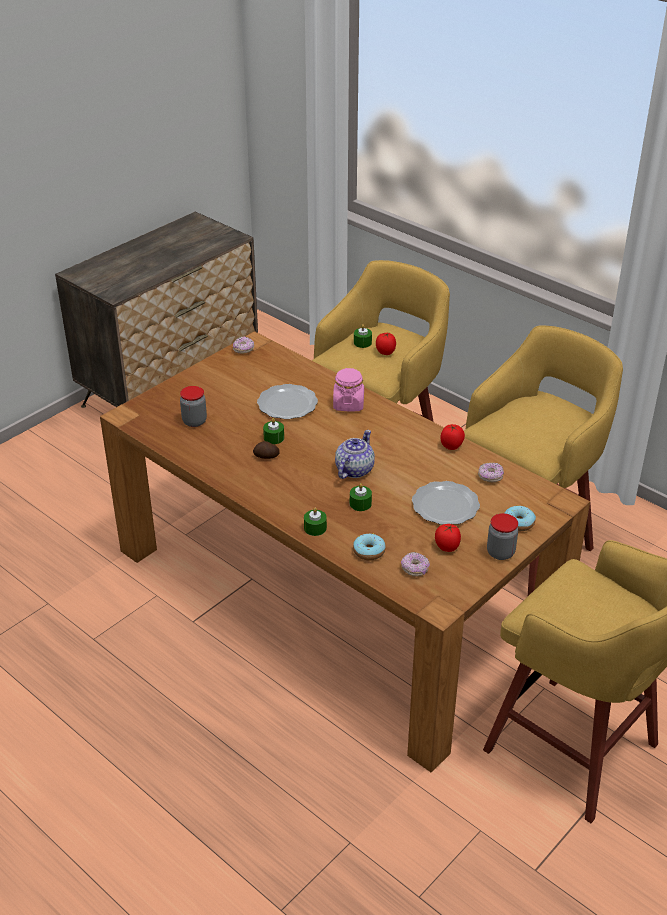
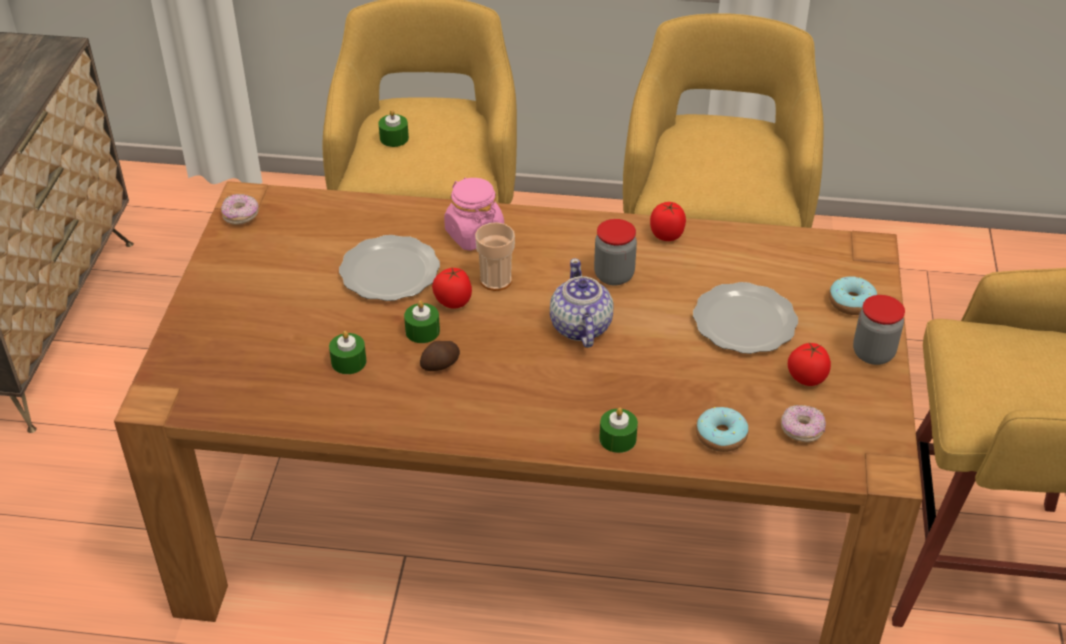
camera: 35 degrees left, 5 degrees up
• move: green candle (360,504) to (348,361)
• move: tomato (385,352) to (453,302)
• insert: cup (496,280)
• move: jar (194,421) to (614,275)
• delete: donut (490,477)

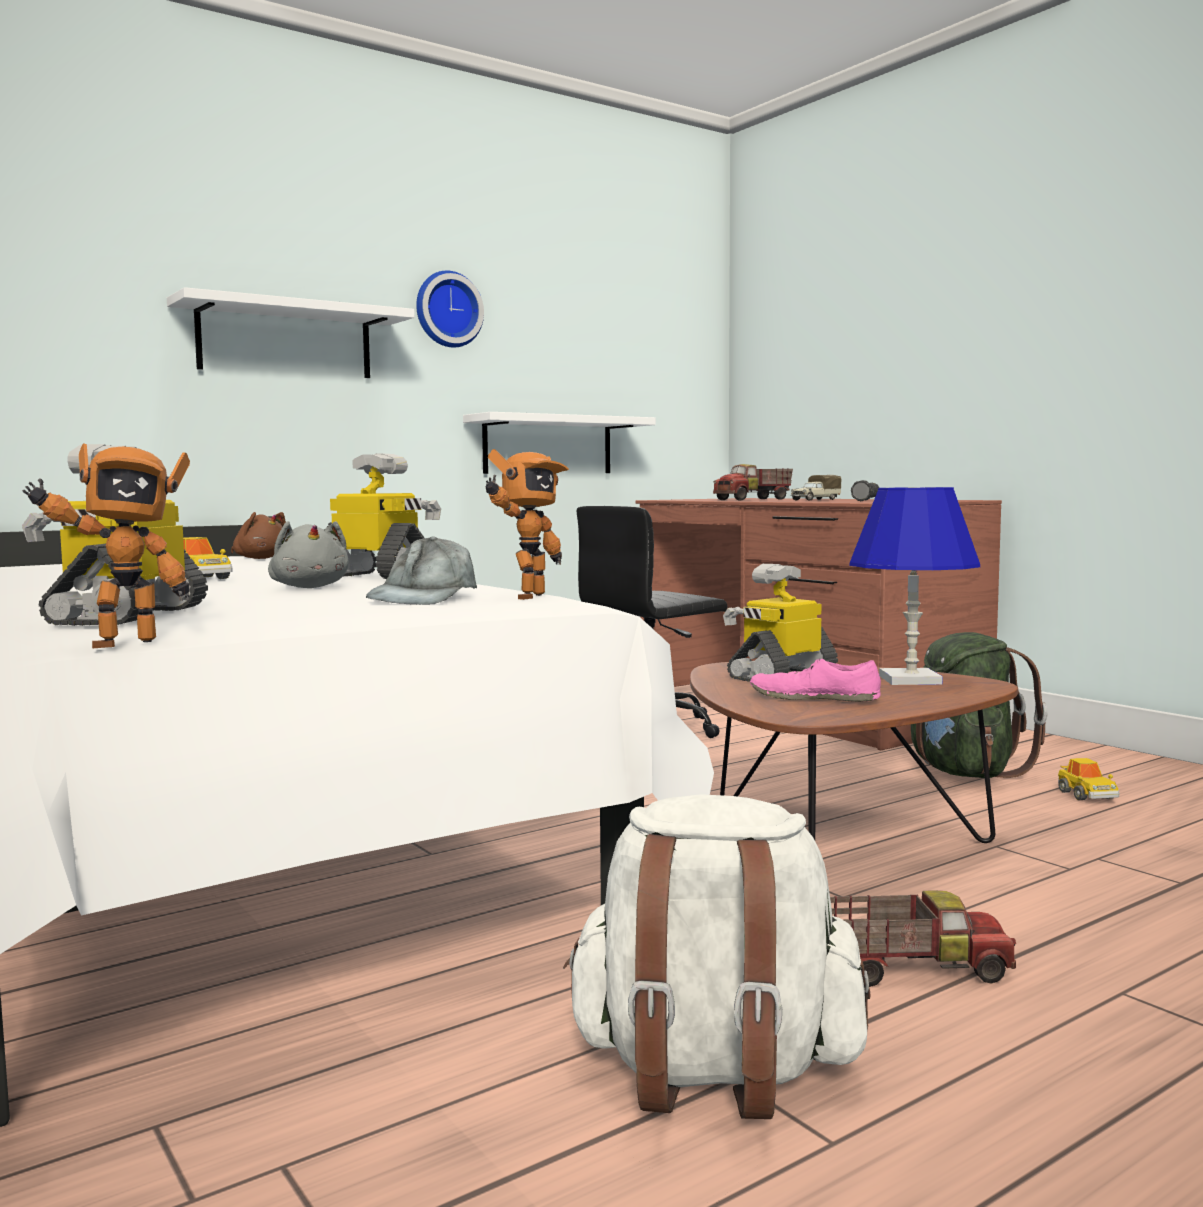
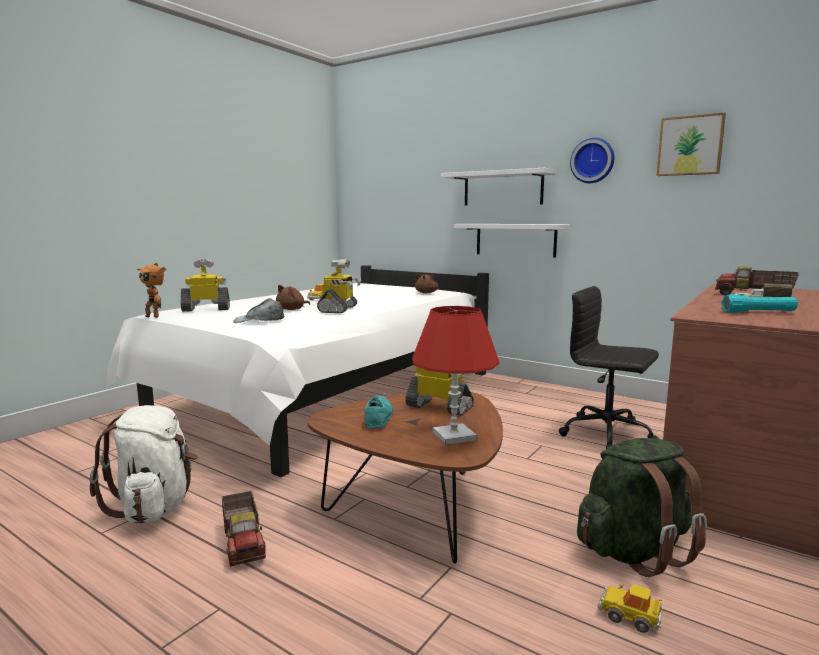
camera: 70 degrees right, 5 degrees up
• recolor: grey plush toy (310,587) to brown plush toy (292,309)
• recolor: pink shoe (814,698) to turquoise shoe (377,417)
• recolor: blue table lamp (910,680) to red table lamp (453,436)
• move: white shelf (548,445) to (515,239)
• rotate: toy car (1086,795) = (629,616) 60 degrees clockwise
• insert: picture (690,146)
• recolor: black flashlight (866,500) to turquoise flashlight (758,312)
• delete: toy robot (525,596)

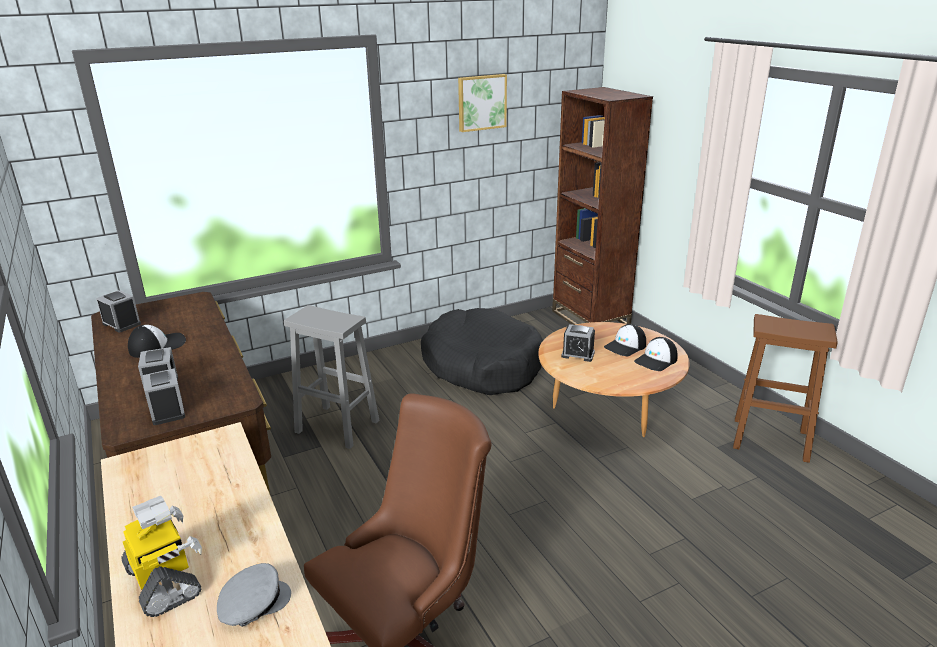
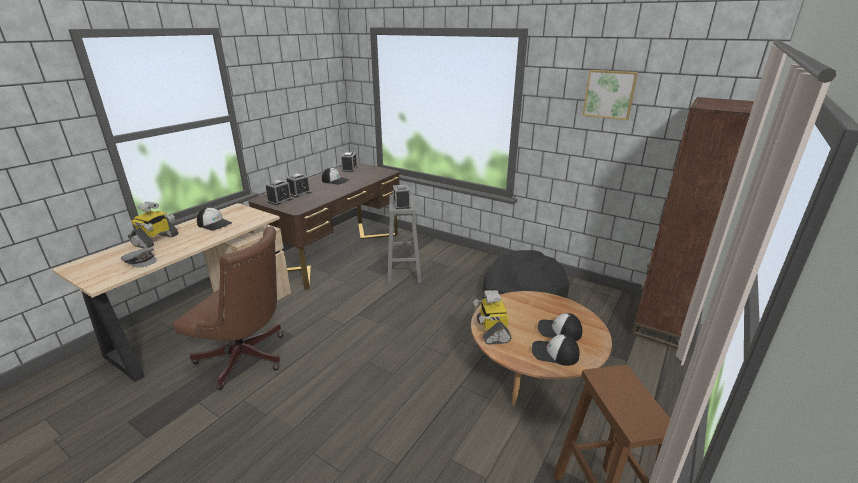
camera: 60 degrees right, 0 degrees up
• insert: cap (214,224)
• move: alarm clock (578,354) to (401,205)
• insert: toy robot (491,331)

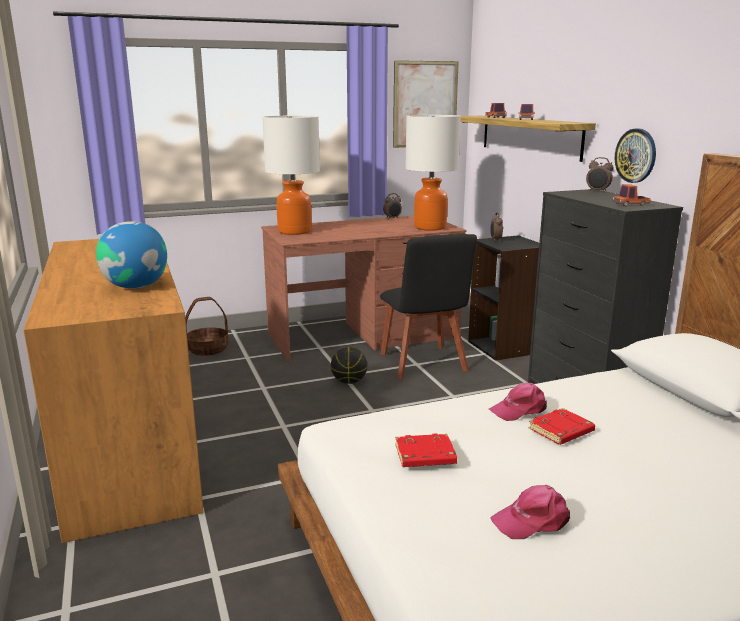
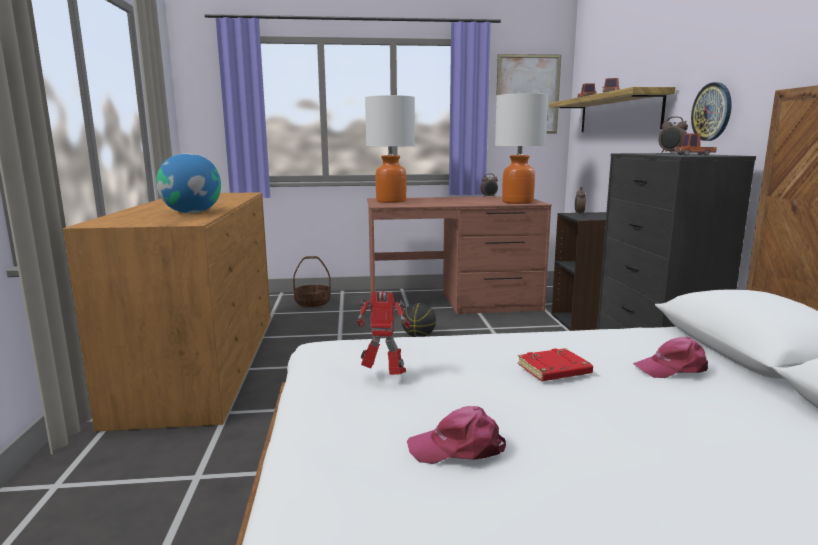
camera: 15 degrees right, 5 degrees down
• replace: red book (424,456) to toy robot (384,374)
• move: pink cap (519,410) to (672,368)
• delete: black chair (424,364)

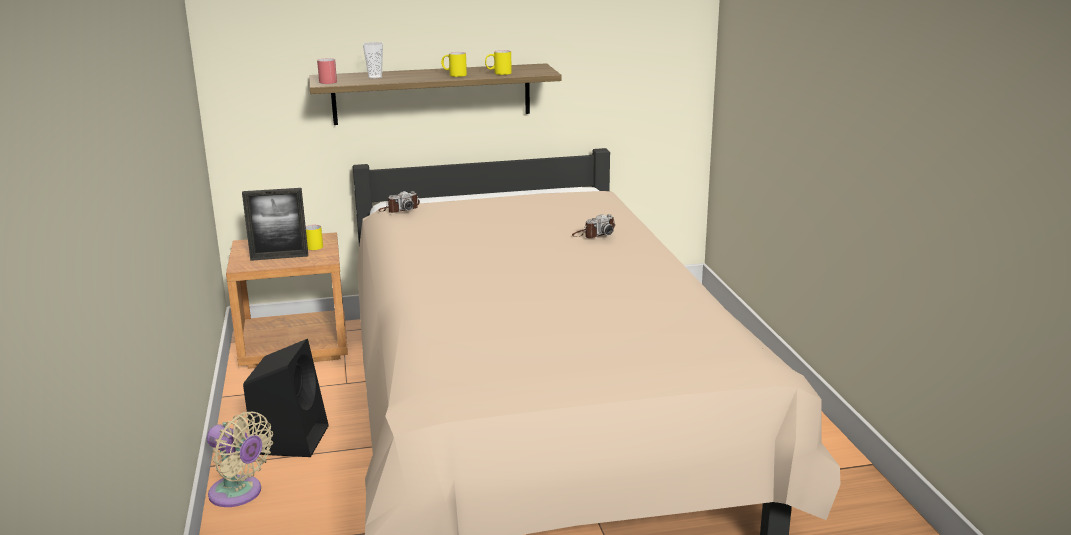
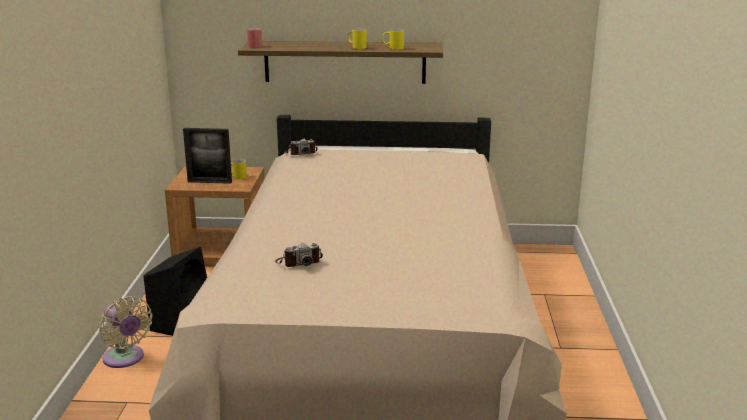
camera: 15 degrees right, 0 degrees up
• move: photo camera (594,234) to (299,262)
• delete: cup (375,77)

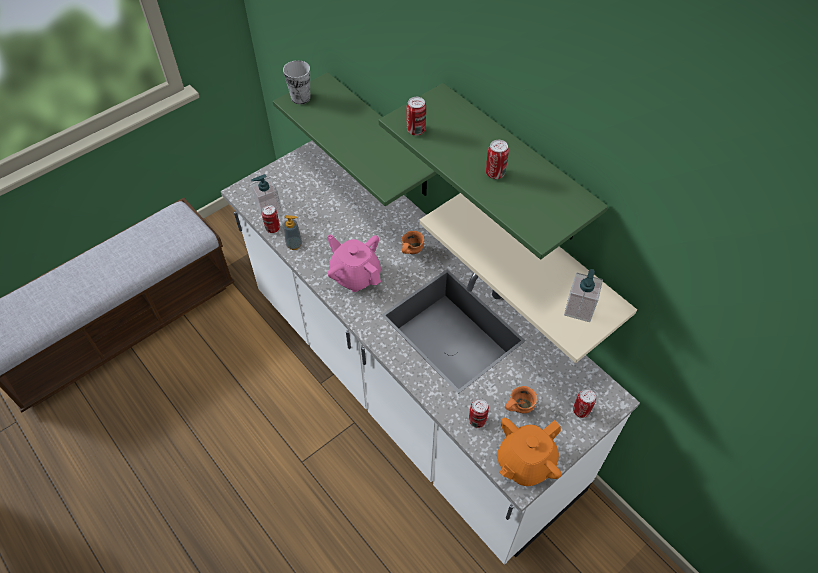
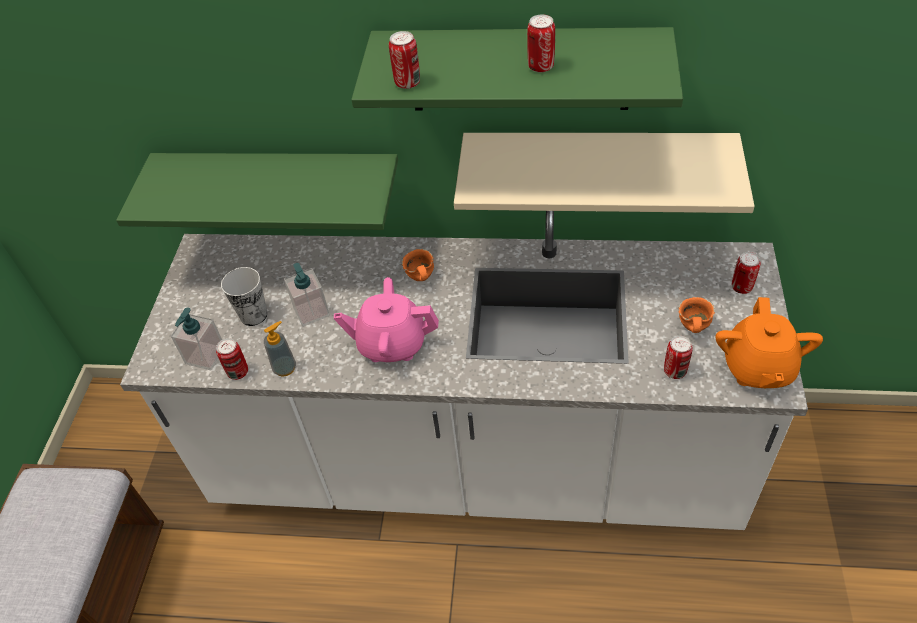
camera: 40 degrees left, 5 degrees down
• move: cup (300,98) to (253,315)
• move: soap dispenser (579,309) to (311,312)

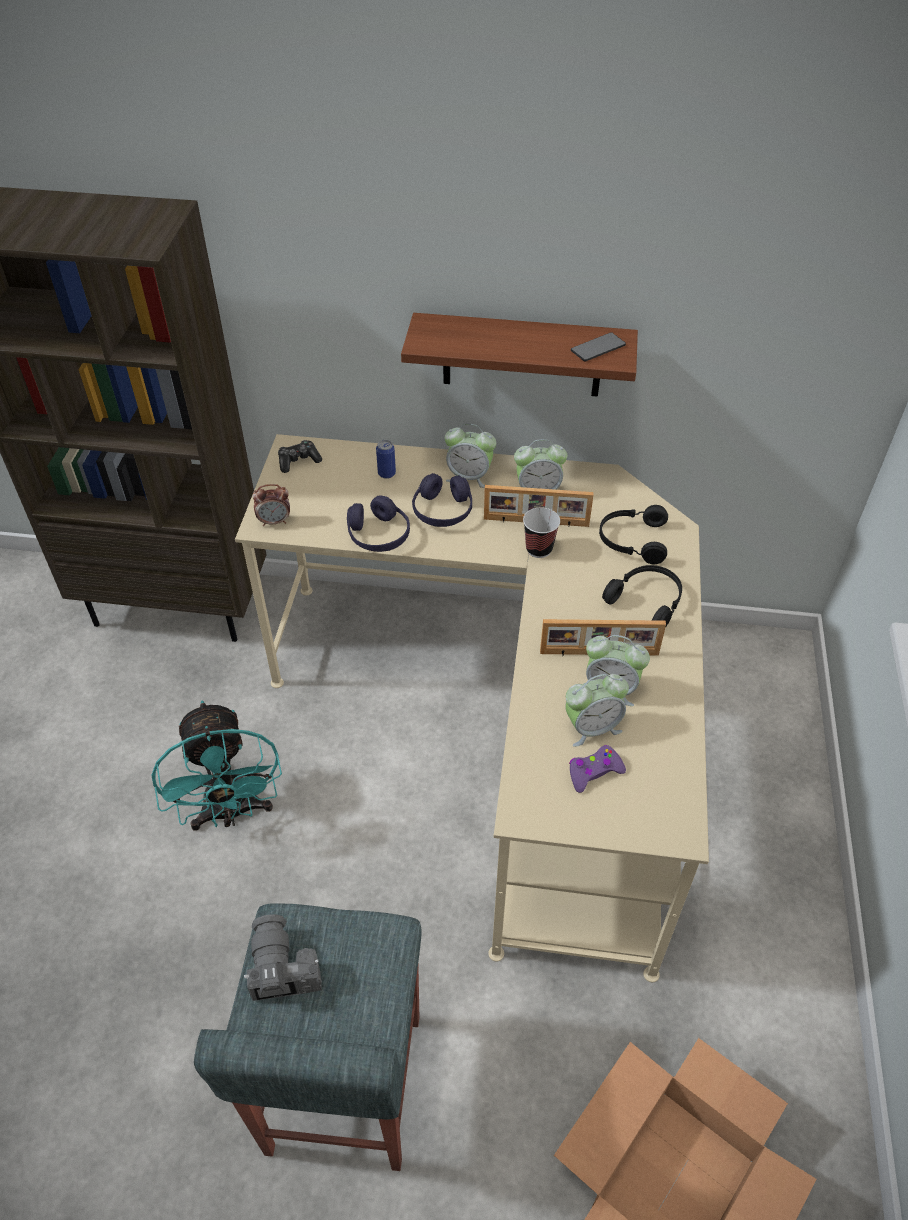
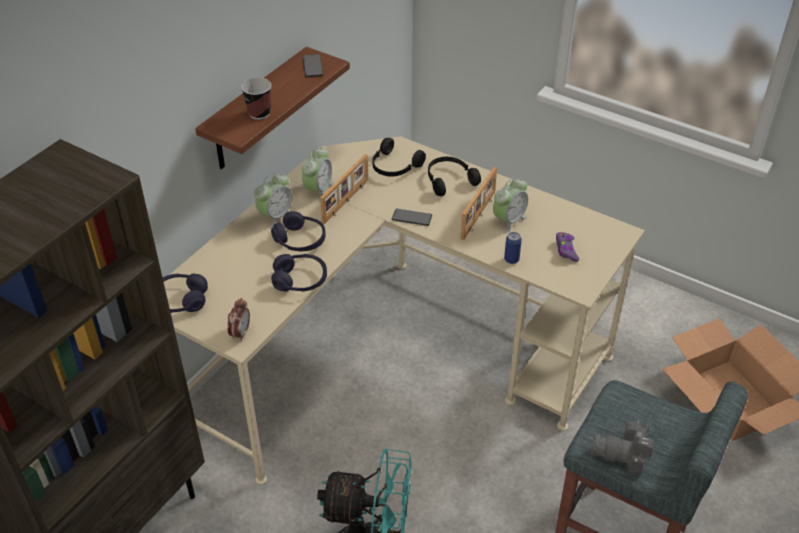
camera: 65 degrees left, 5 degrees down
• replace: game controller (298,461) to purple headphones (180,300)
• move: cup (539,549) to (259,113)
• insert: phone (412,218)
• move: can (386,473) to (511,259)
• delete: alarm clock (592,727)

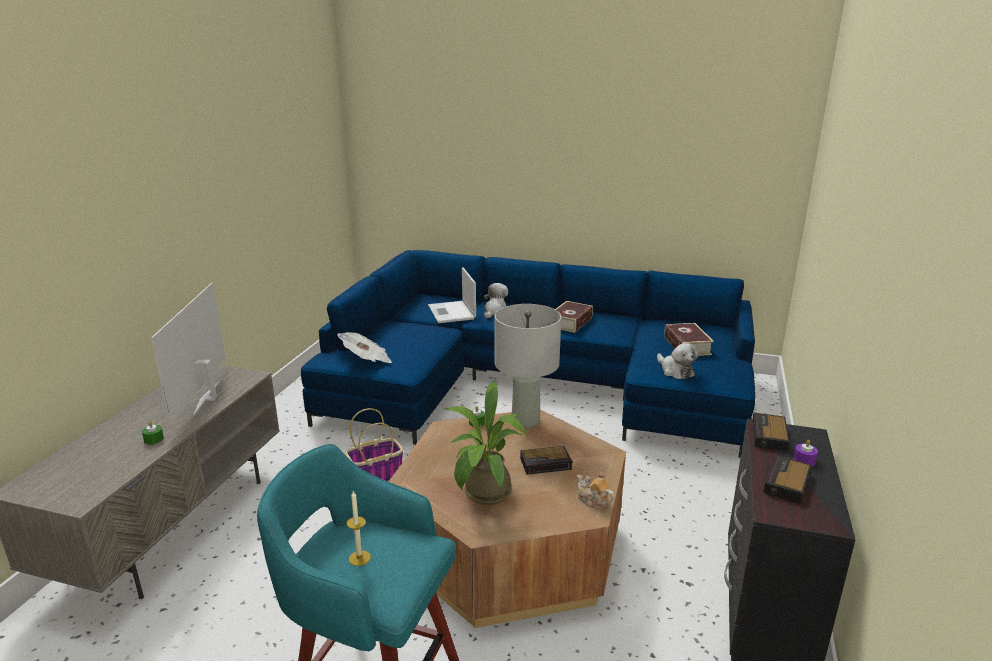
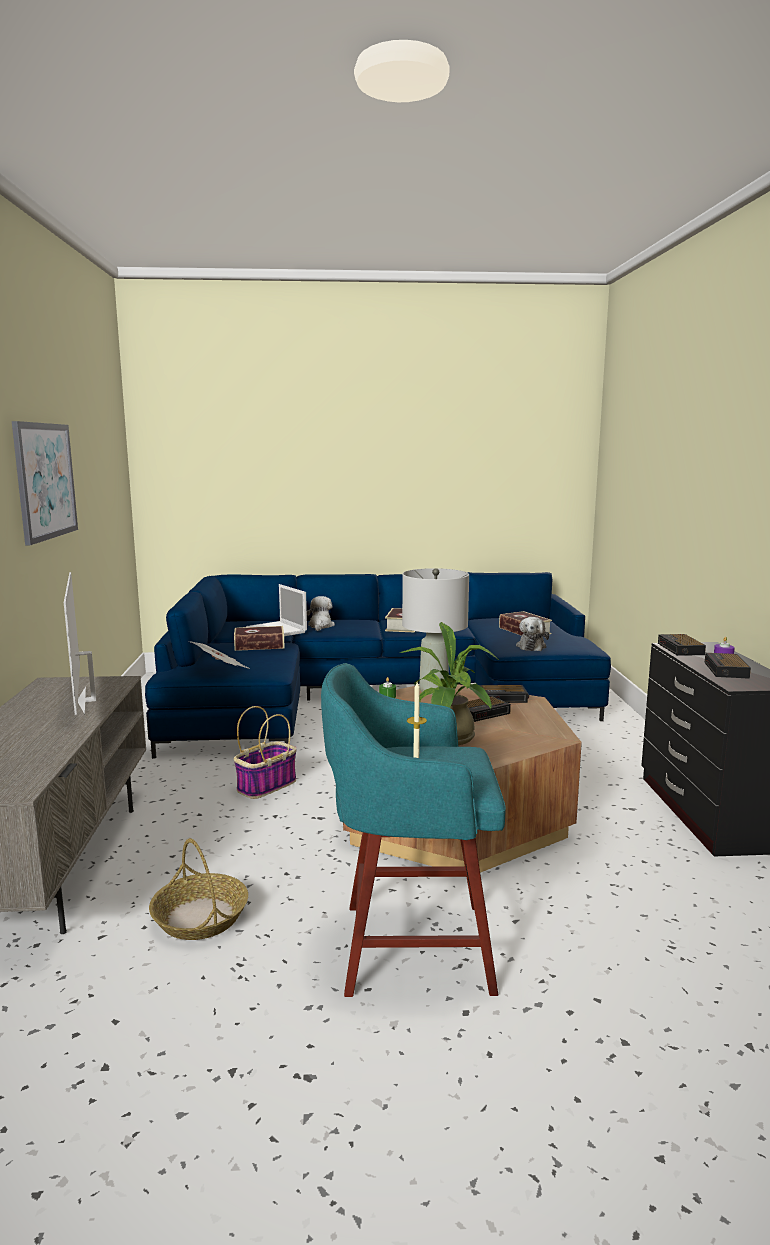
camera: 20 degrees left, 10 degrees down
• insert: picture (45,481)
• insert: basket (200,917)
• insert: book (259,645)
• insert: alarm clock (504,698)
• rotate: plush toy (675,371) = (531,646) 60 degrees clockwise
• delete: green candle (154,439)
• delete: teapot (593,500)

